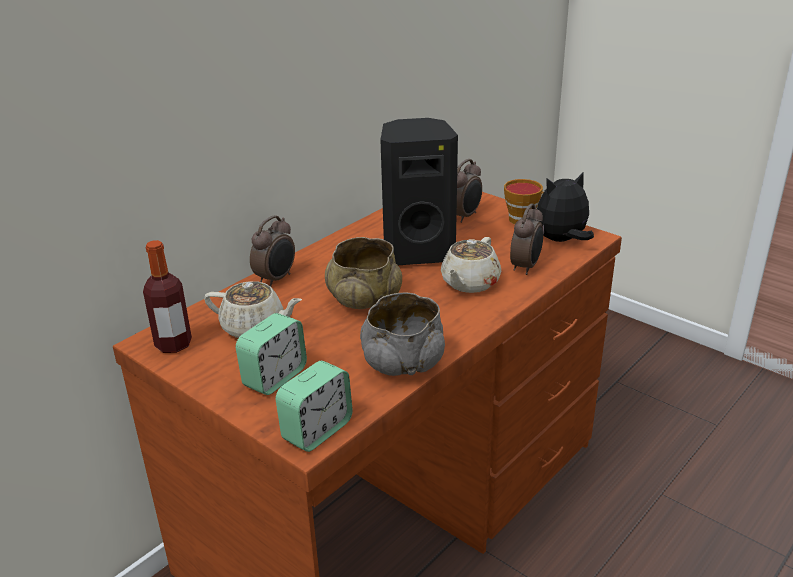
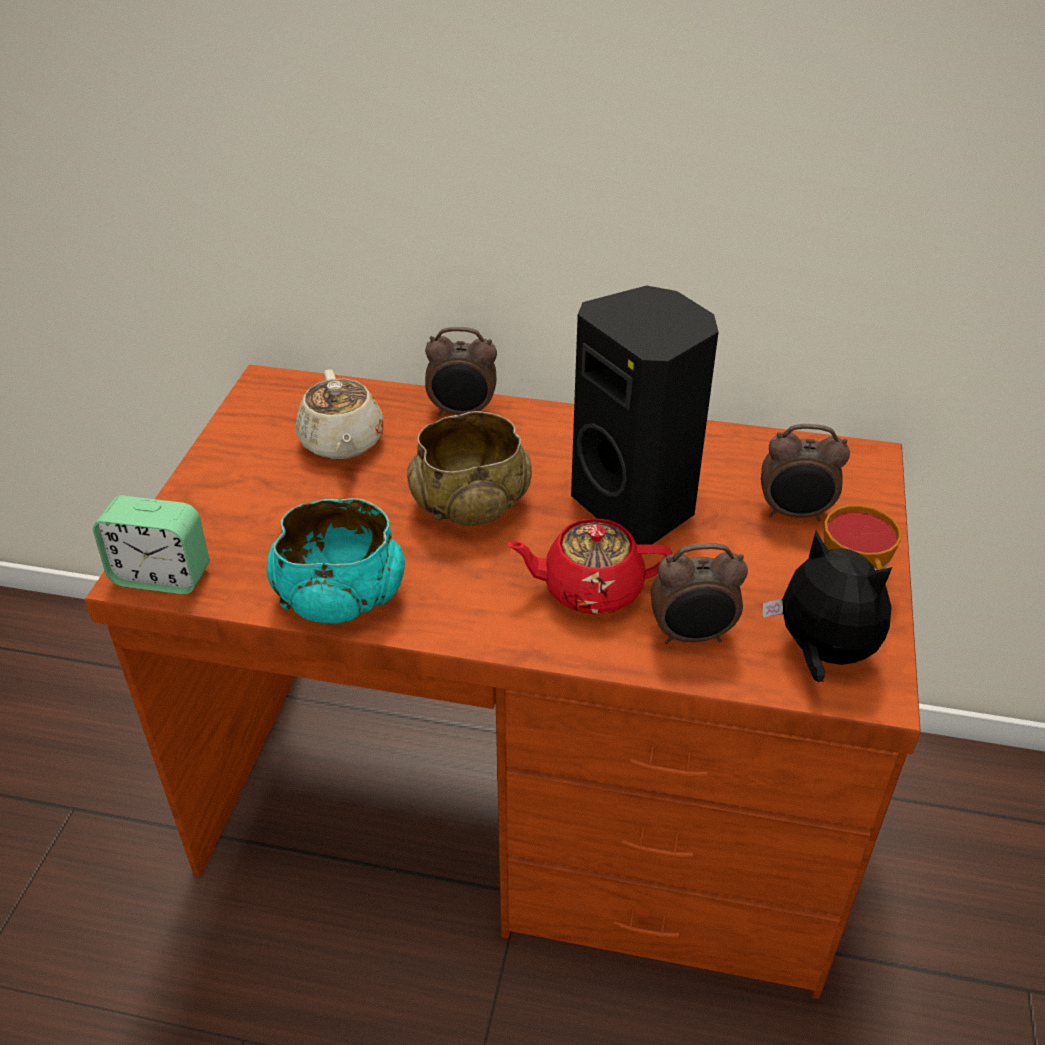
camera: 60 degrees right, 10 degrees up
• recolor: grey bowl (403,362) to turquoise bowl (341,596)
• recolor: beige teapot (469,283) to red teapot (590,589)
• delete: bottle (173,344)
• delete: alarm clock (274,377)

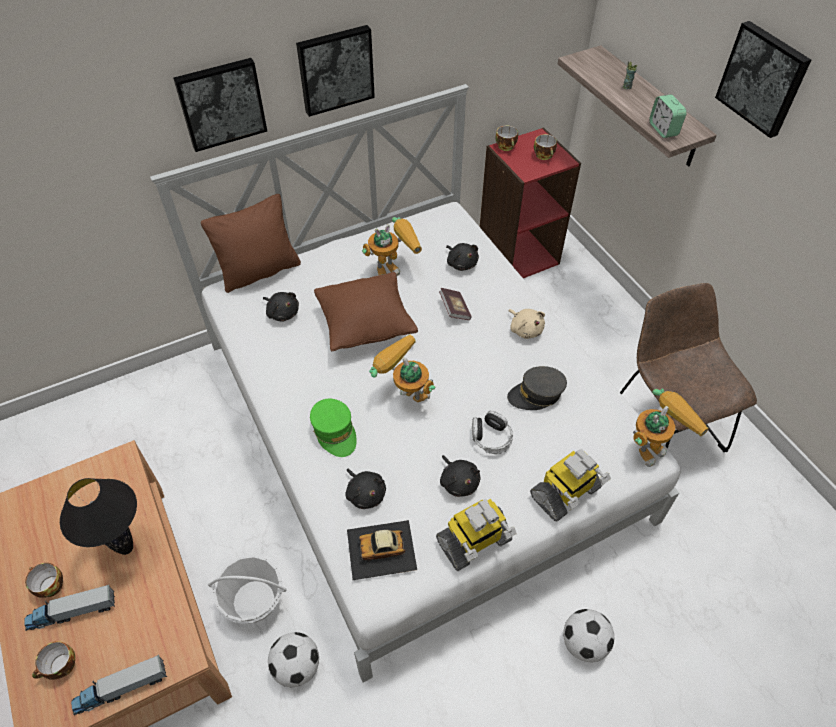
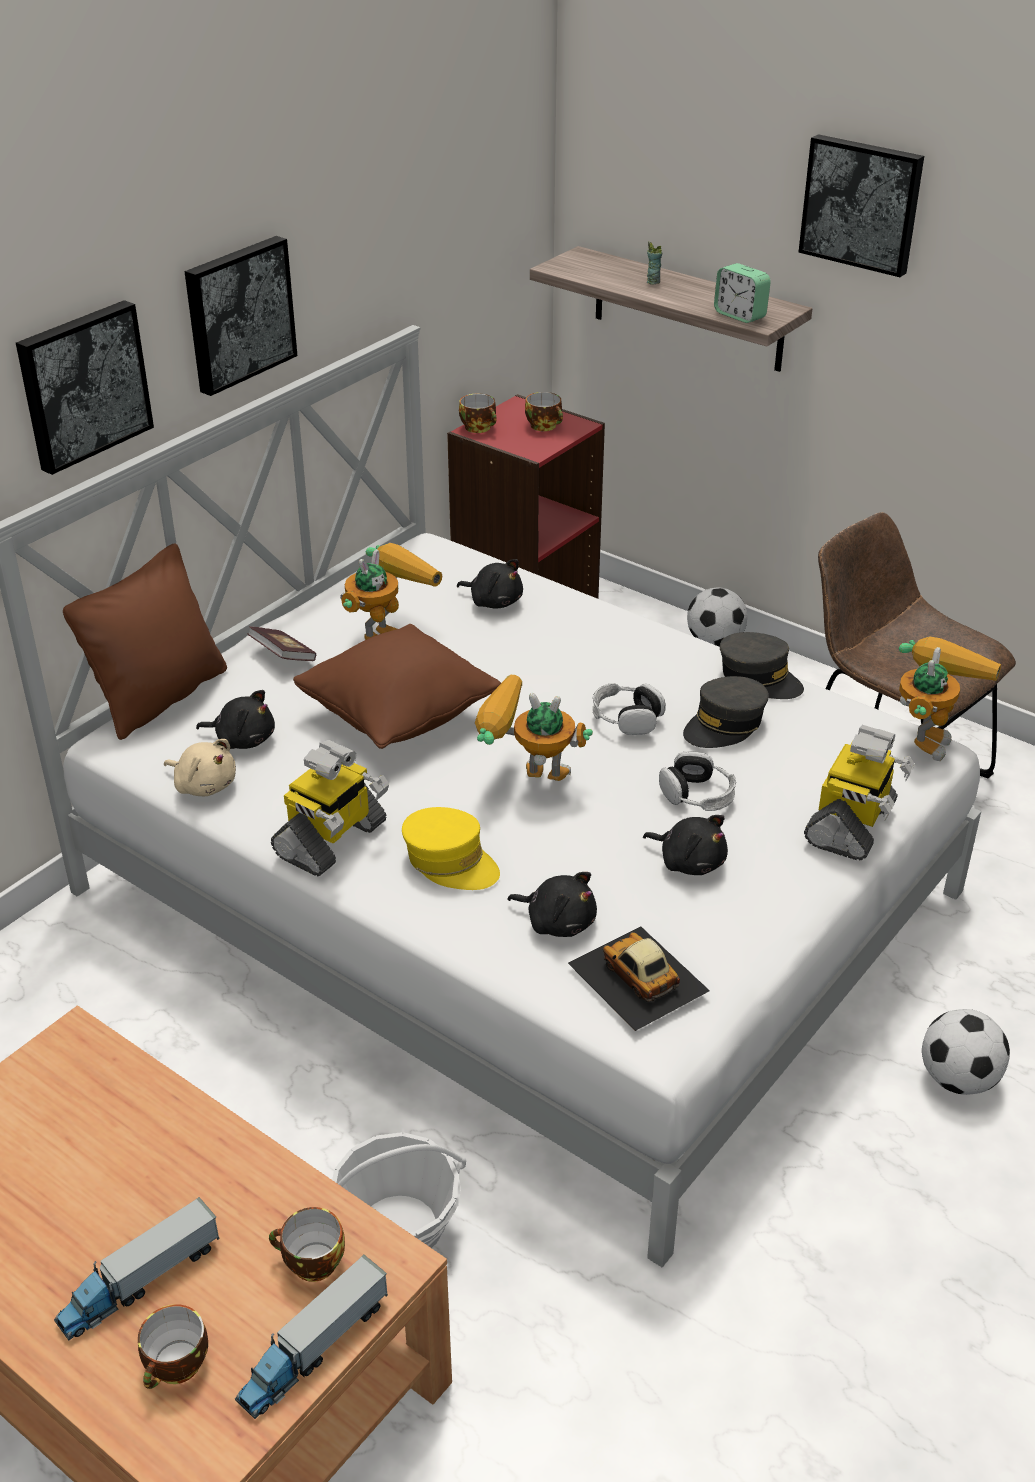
camera: 25 degrees left, 15 degrees down
• move: beige plush toy (525,329) to (204,785)
• move: book (454,310) to (283,656)
• move: cup (49,586) to (311,1264)
• move: toy robot (474,542) to (332,841)
• recolor: green cap (335,432) to yellow cap (450,861)
• rotate: toy car (381,549) = (638,977) 90 degrees clockwise
• insert: headphones (626,718)
• move: football (297,667) to (715,642)
• insert: grey cap (759,678)
• delete: black table lamp (126,547)

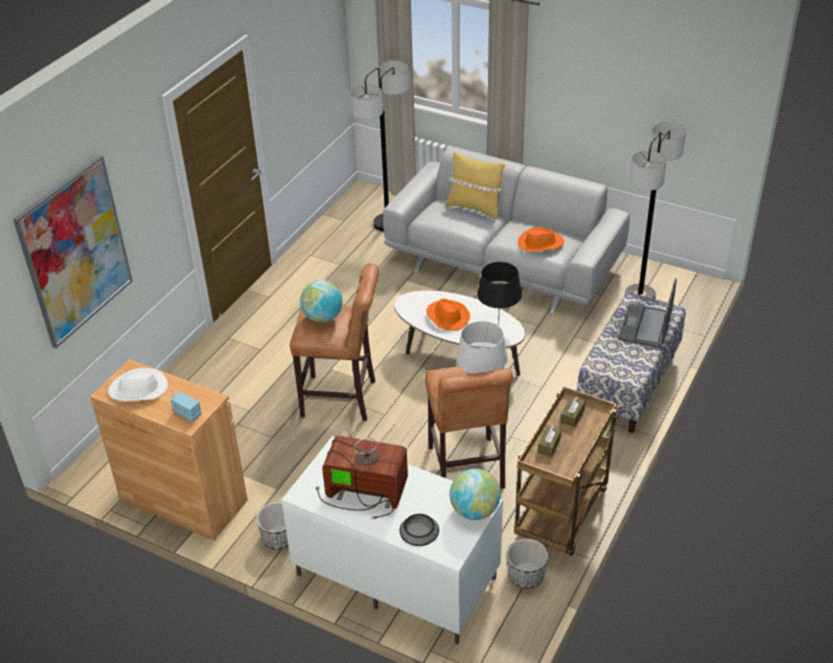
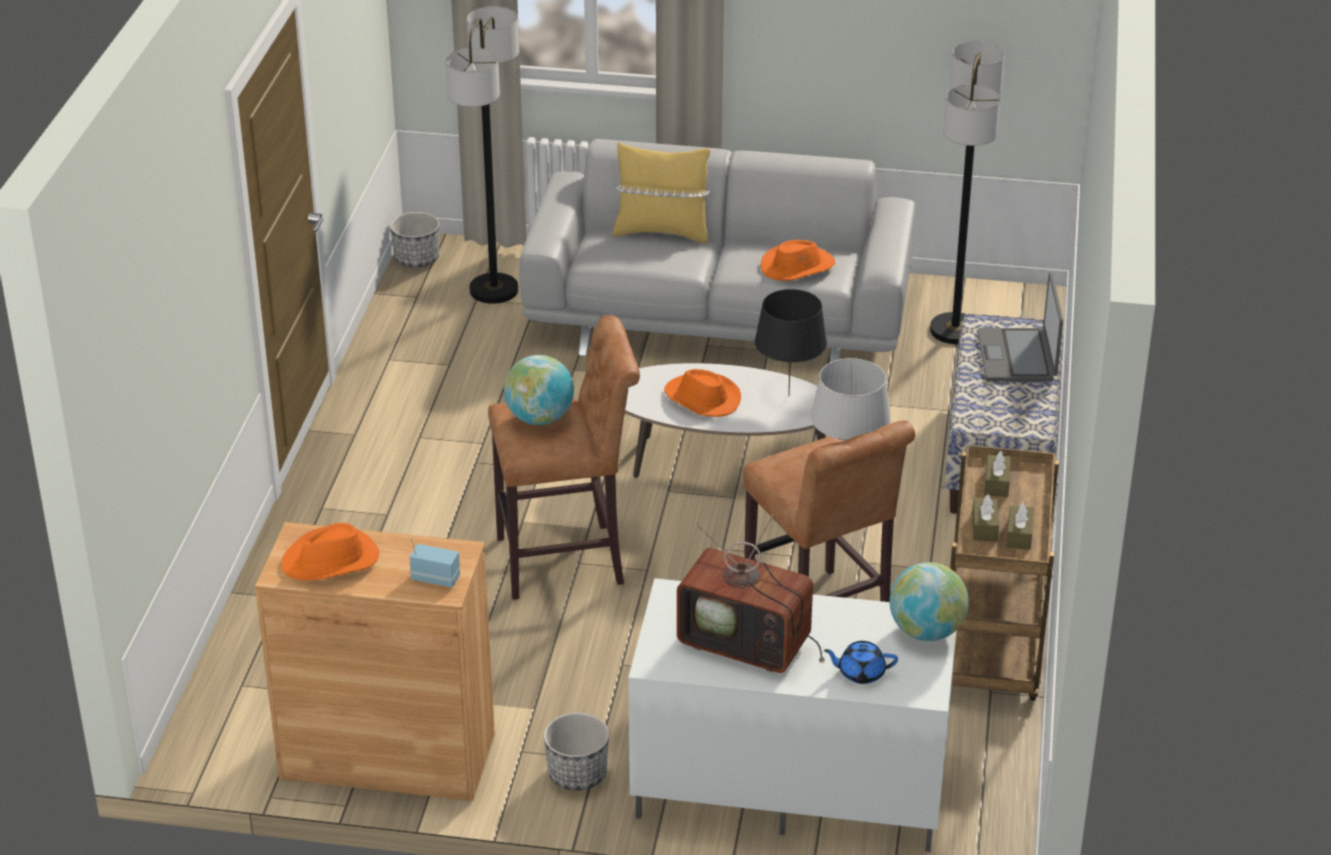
camera: 20 degrees left, 5 degrees down
• recolor: white hat (139,389) to orange hat (331,560)
• move: planter (526,576) to (417,259)
• rotate: television (363,493) = (749,643) 150 degrees counterclockwise
• replace: bowl (419,530) to blue teapot (860,673)
• insert: brown tissue box (1019,535)
• delete: picture (75,251)

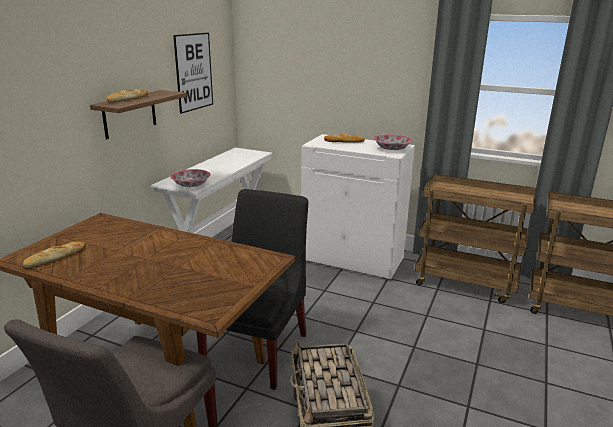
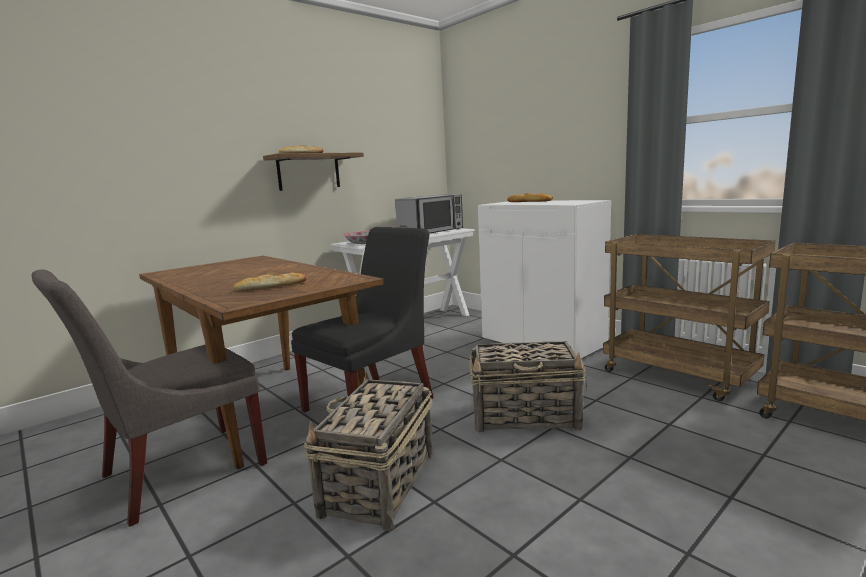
camera: 25 degrees right, 10 degrees down
• move: bread (55,257) to (271,286)
• insert: microwave (431,231)
• insert: basket (526,416)
• delete: picture (194,72)
• delete: bowl (391,149)

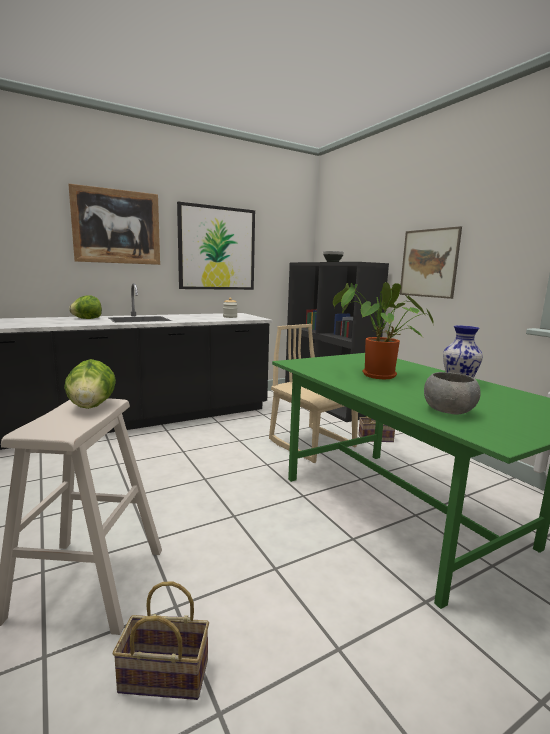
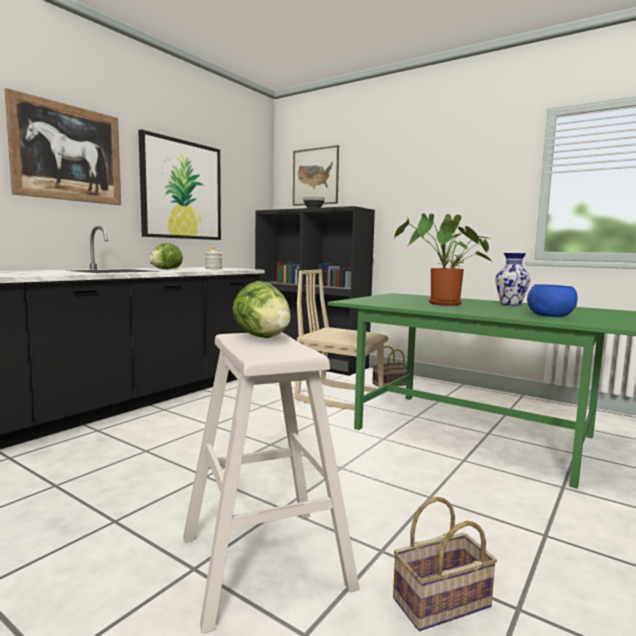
camera: 25 degrees left, 5 degrees down
• move: lettuce (87,319) to (165,269)
• move: picture (429,263) to (315,176)
• recolor: grey bowl (448,411) to blue bowl (550,316)

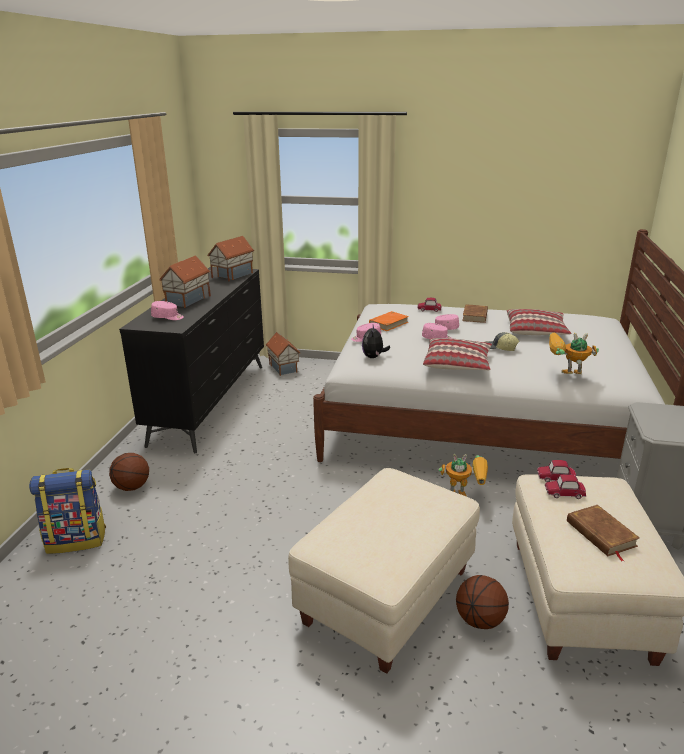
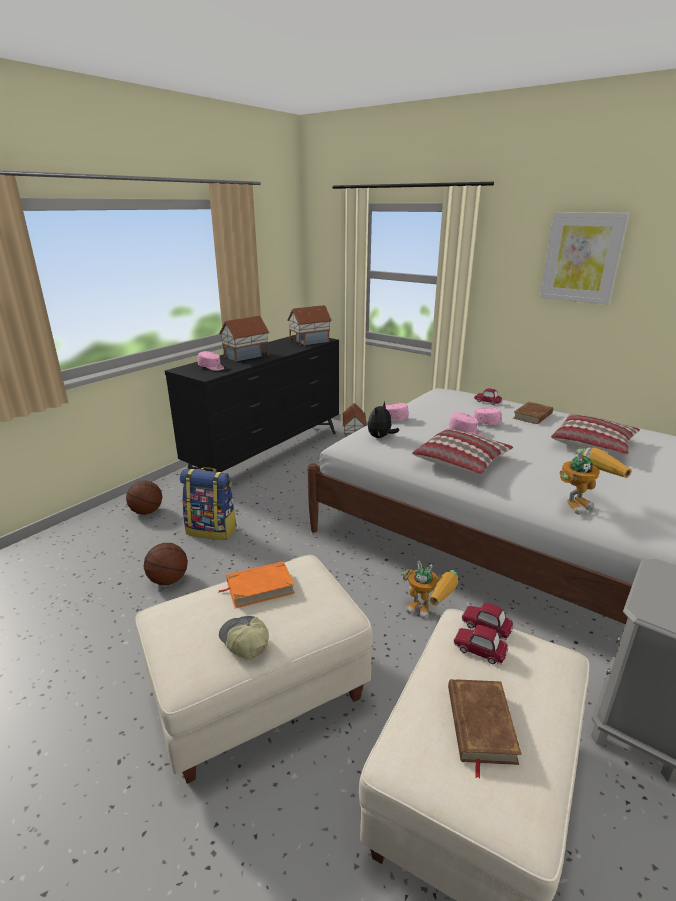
camera: 25 degrees right, 0 degrees up
• move: basketball (480,620) to (169,579)
• move: backpack (77,539) to (212,530)
• move: orange book (388,324) to (260,587)
• move: cap (500,348) to (243,642)
• insert: picture (582,258)
• rotate: toy robot (564,376) = (581,503) 120 degrees clockwise

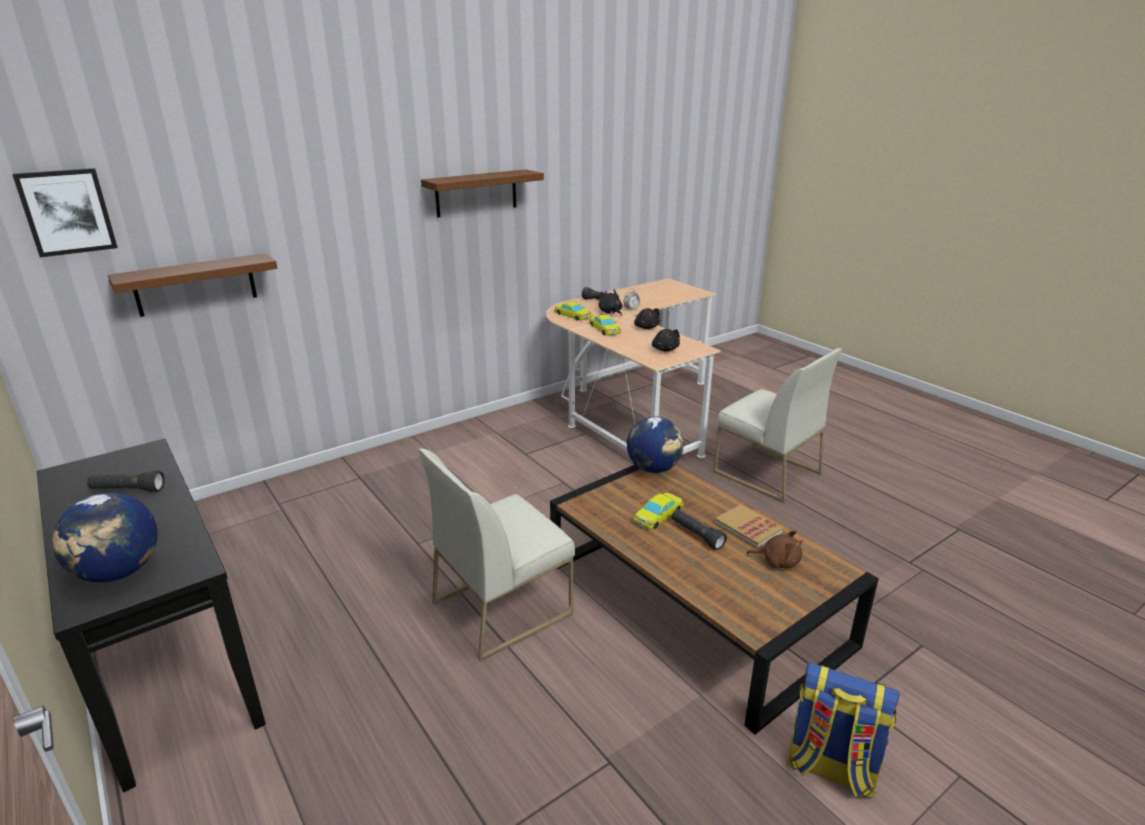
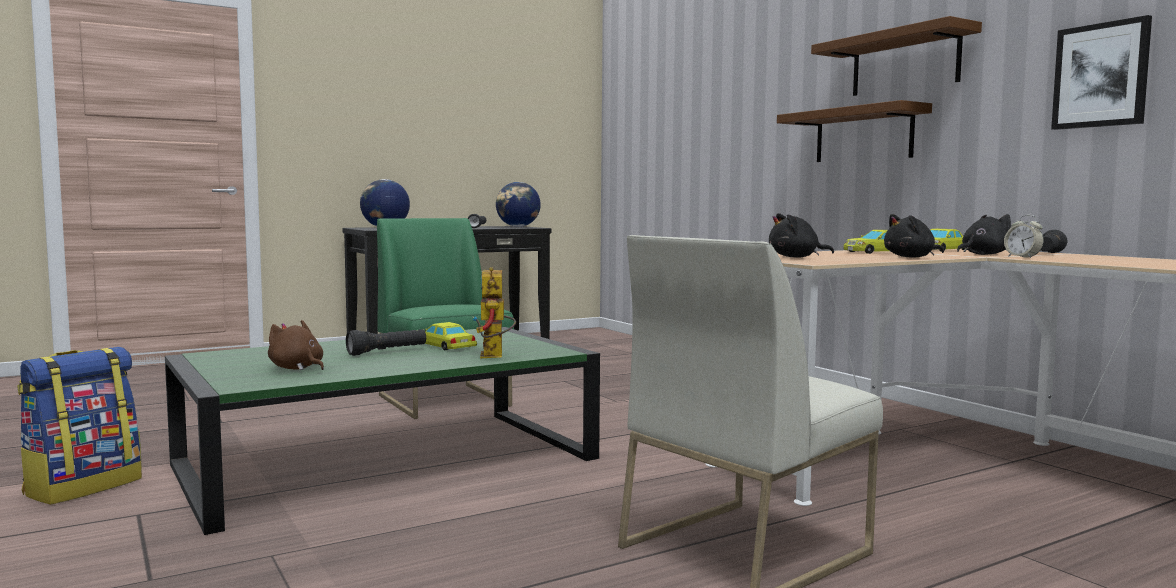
camera: 95 degrees right, 20 degrees down
• recolor: brown coffee table (696,602) to green coffee table (387,462)
• rotate: brown plush toy (777,561) = (297,368) 105 degrees clockwise
• recolor: white chair (502,607) to green chair (445,401)
• insert: toy robot (495,357)
• move: globe (653,468) to (518,226)
• move: brown shelf (195,285) to (863,135)
• move: picture (67,212) to (1101,75)
• delete: book (748,528)

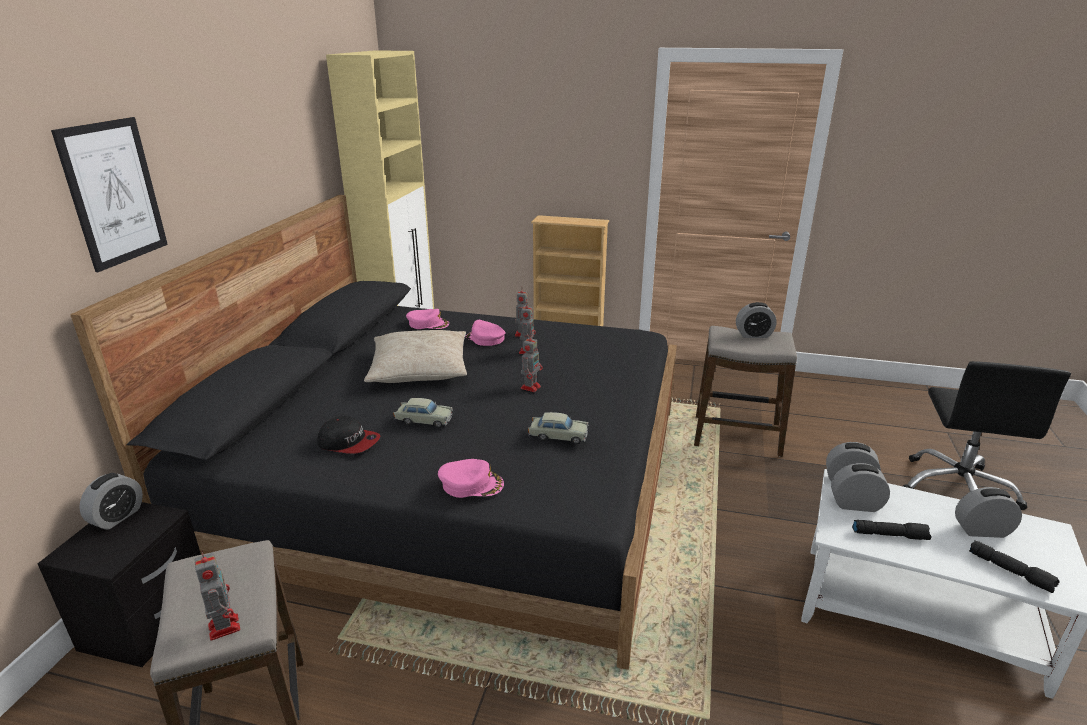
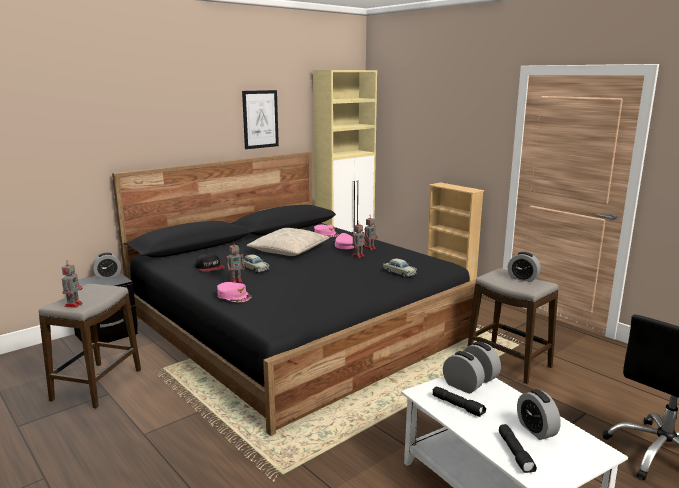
camera: 35 degrees right, 10 degrees down
• move: toy robot (531,387) to (236,280)
• move: picture (114,193) to (260,119)
• move: beige toy car (558,435) to (399,273)
• rotate: alarm clock (981,530) = (536,430) 150 degrees counterclockwise

